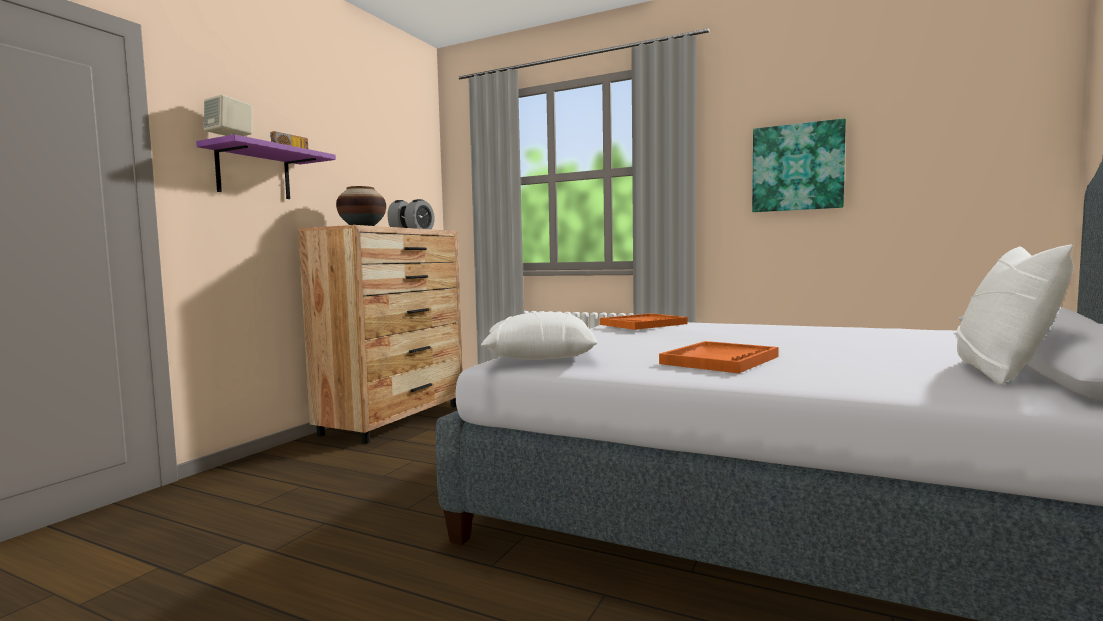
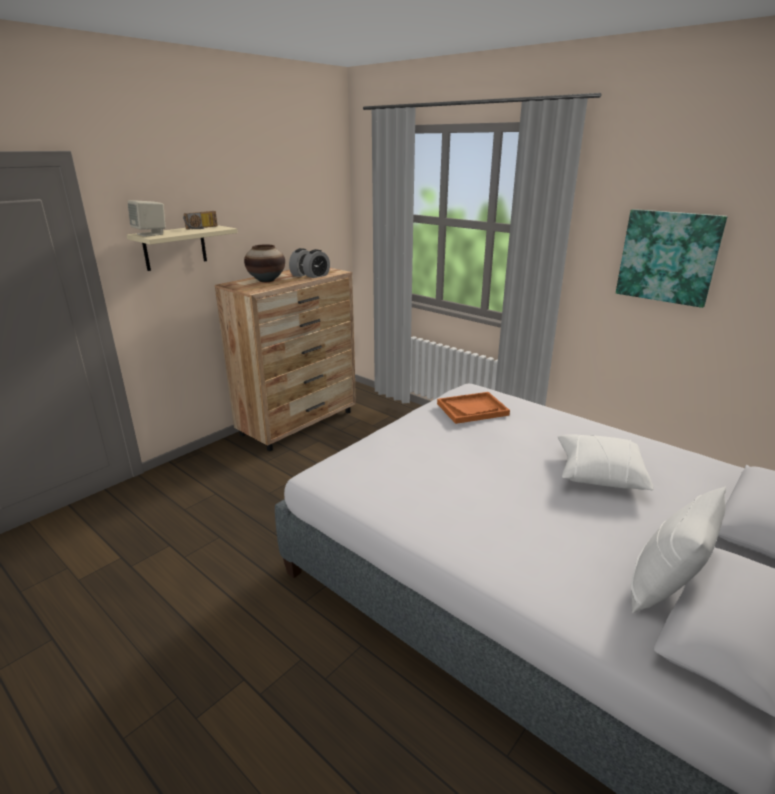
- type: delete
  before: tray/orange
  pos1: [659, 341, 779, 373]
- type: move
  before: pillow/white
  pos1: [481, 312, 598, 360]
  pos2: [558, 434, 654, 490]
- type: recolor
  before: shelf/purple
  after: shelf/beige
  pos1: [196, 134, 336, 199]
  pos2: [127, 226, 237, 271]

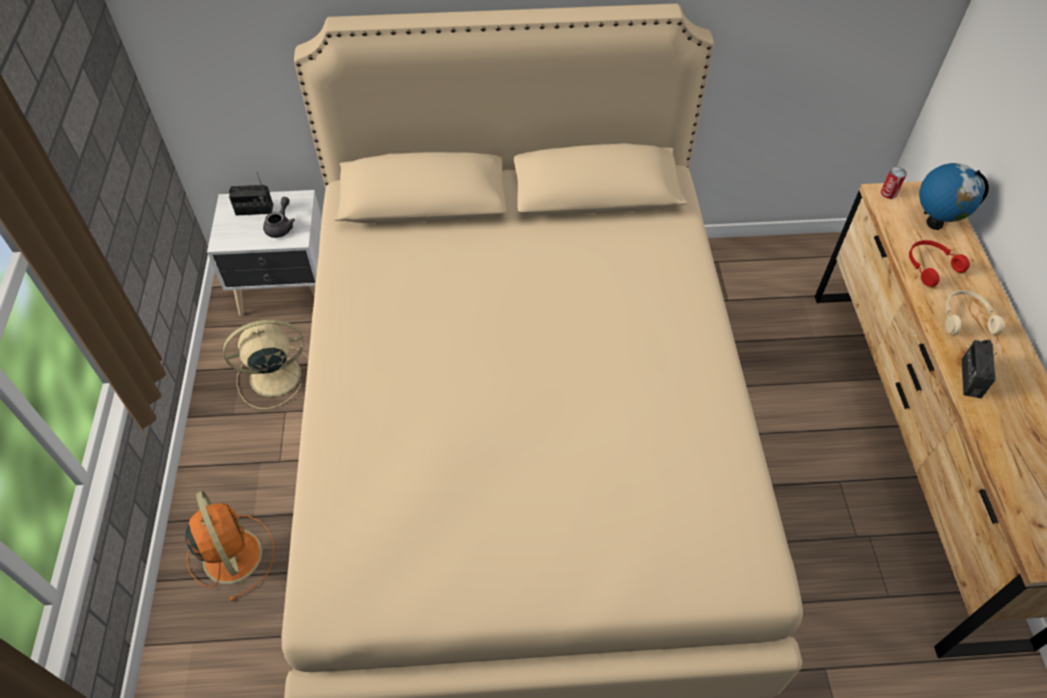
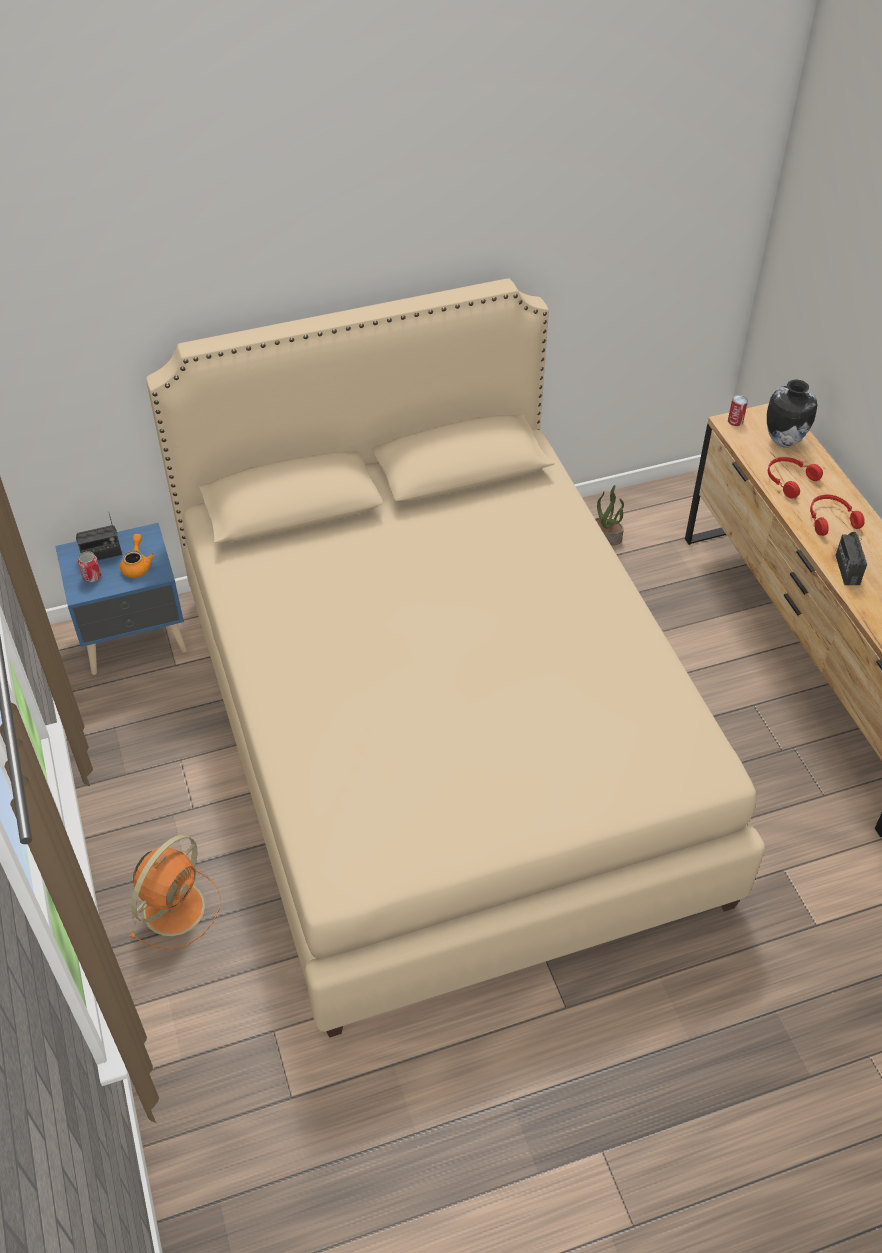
- type: delete
  before: fan/beige
  pos1: [223, 319, 309, 409]
- type: insert
  after: can
  pos2: [78, 551, 101, 582]
- type: insert
  after: potted plant
  pos2: [595, 485, 624, 546]
- type: replace
  before: globe
  after: vase
  pos1: [919, 163, 989, 230]
  pos2: [767, 380, 817, 447]
- type: recolor
  before: nightstand/white
  after: nightstand/blue
  pos1: [207, 190, 322, 316]
  pos2: [55, 523, 187, 675]
- type: recolor
  before: teapot/grey
  after: teapot/orange
  pos1: [263, 197, 295, 238]
  pos2: [120, 534, 155, 578]
- type: recolor
  before: headphones/beige
  after: headphones/red
  pos1: [945, 290, 1004, 335]
  pos2: [810, 495, 865, 536]
- type: rotate
  before: fan/orange
  pos1: [186, 490, 274, 602]
  pos2: [129, 835, 220, 949]
  turn: 75

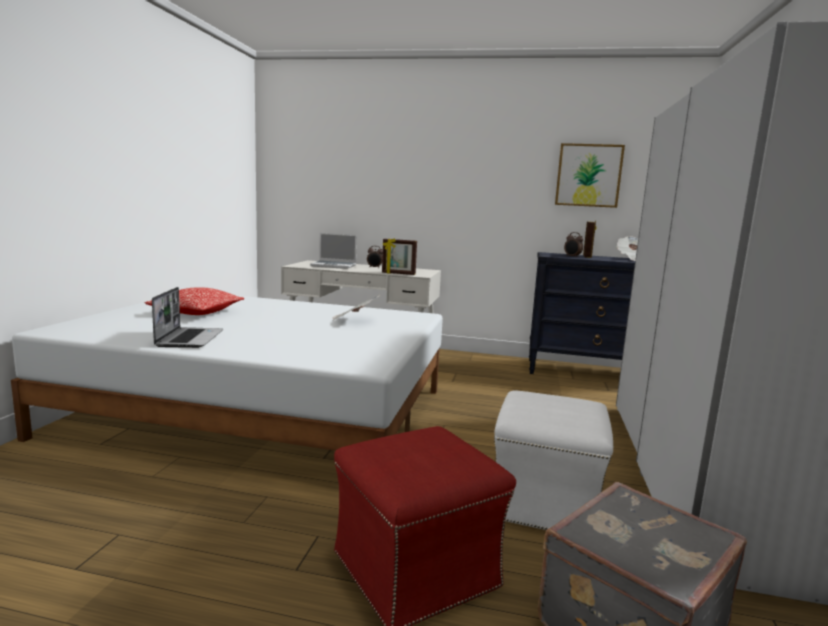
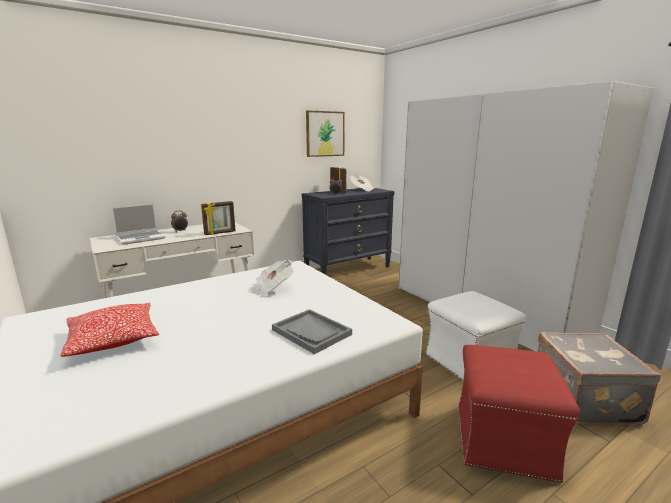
- type: delete
  before: laptop
  pos1: [152, 287, 223, 348]
- type: insert
  after: tray/grey
  pos2: [272, 309, 352, 354]

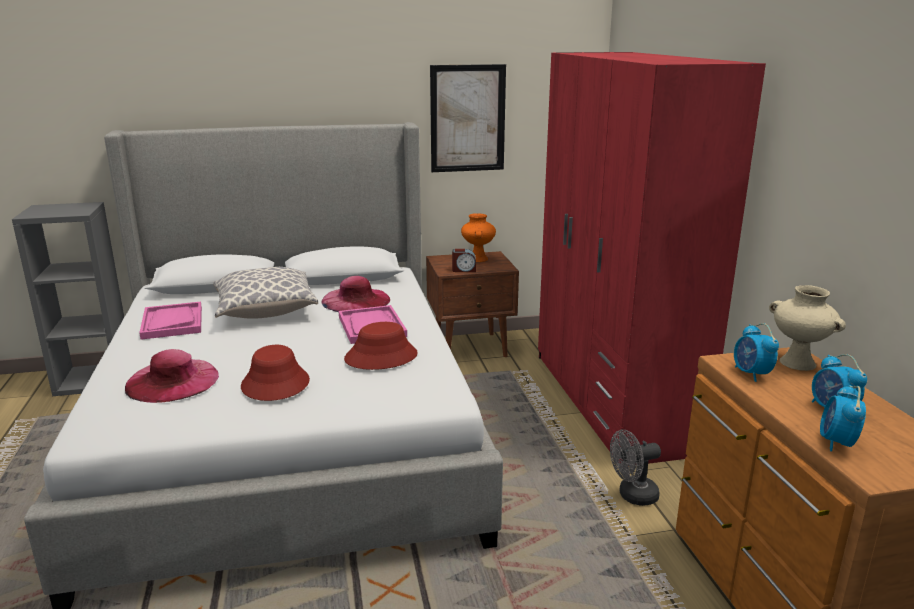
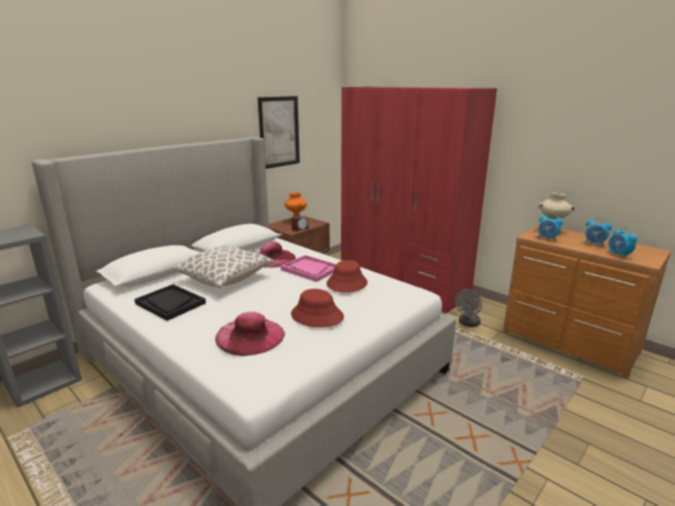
- type: recolor
  before: tray/pink
  after: tray/black
  pos1: [139, 302, 202, 340]
  pos2: [134, 284, 206, 321]

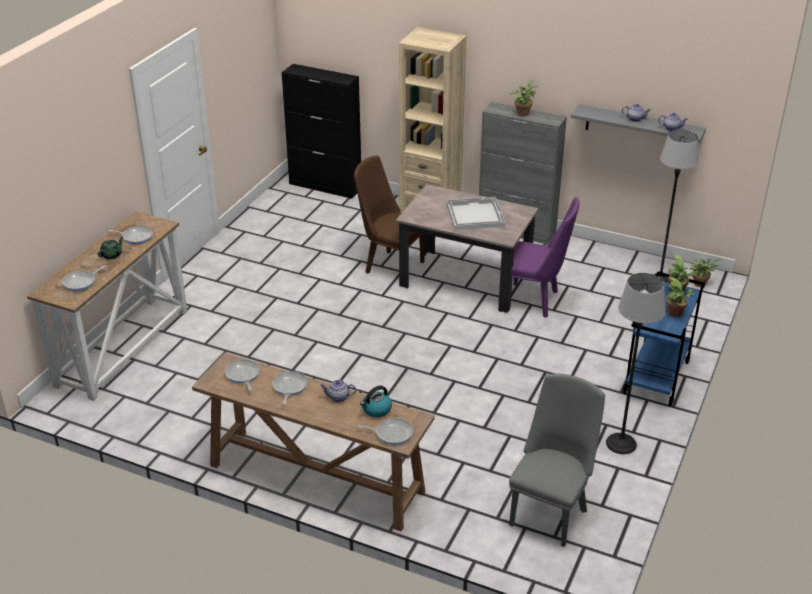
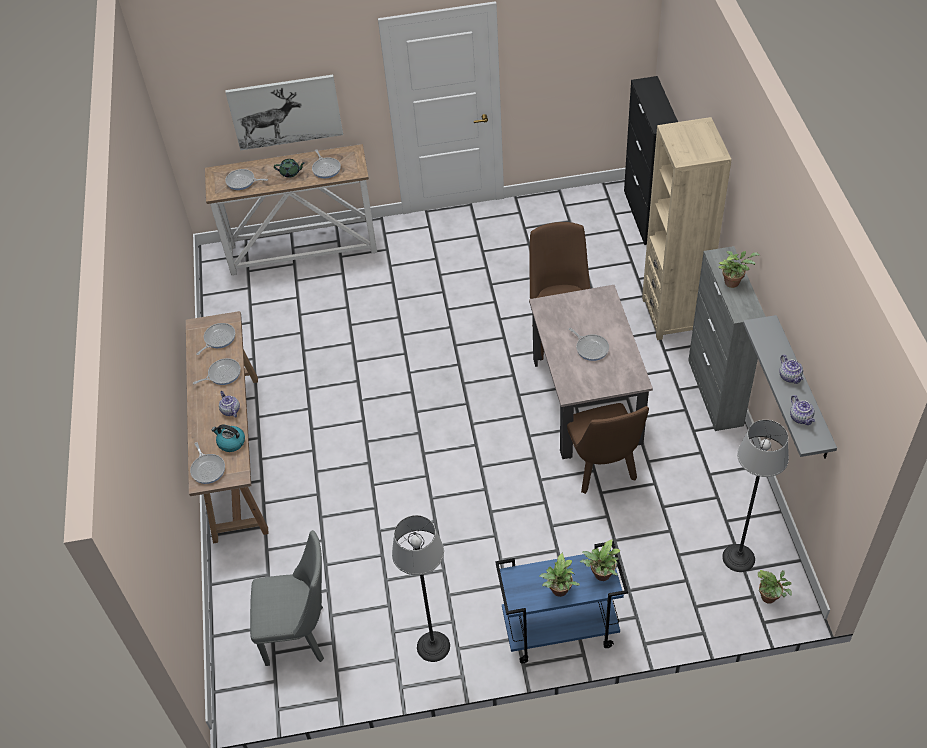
- type: insert
  after: picture
  pos2: [225, 75, 343, 150]
- type: replace
  before: tray/white
  after: frying pan
  pos1: [447, 197, 505, 230]
  pos2: [569, 328, 609, 361]
- type: recolor
  before: chair/purple
  after: chair/brown
  pos1: [511, 197, 580, 318]
  pos2: [567, 403, 649, 494]

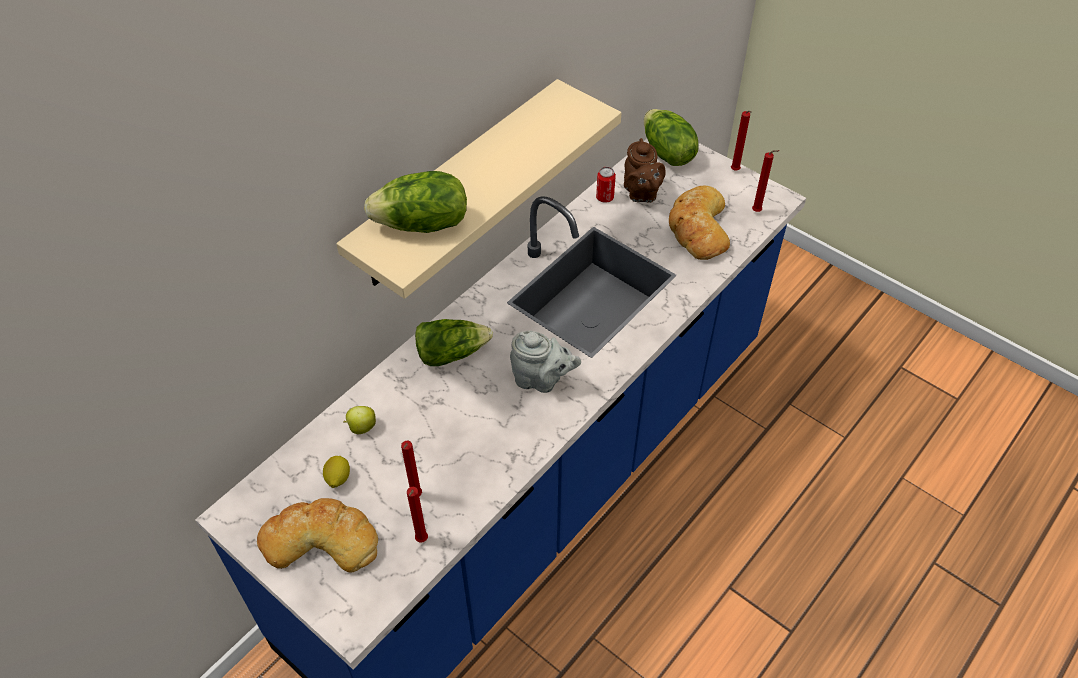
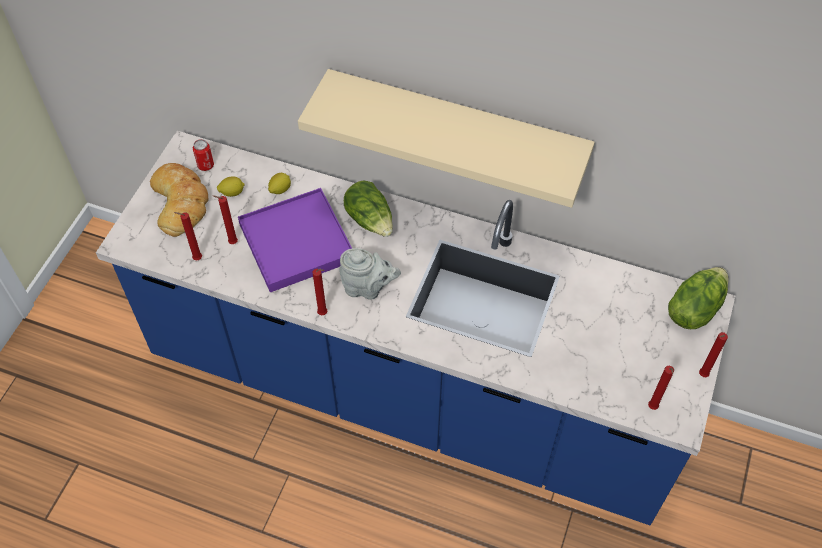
- type: delete
  before: lettuce
  pos1: [364, 171, 467, 233]
- type: delete
  before: teapot/brown
  pos1: [624, 138, 666, 202]
- type: delete
  before: bread
  pos1: [669, 186, 730, 260]
- type: insert
  after: tray/purple
  pos2: [238, 188, 352, 293]
- type: insert
  after: candle/red
  pos2: [312, 269, 327, 315]
- type: move
  before: can
  pos1: [596, 167, 616, 203]
  pos2: [193, 139, 214, 171]
- type: replace
  before: apple
  after: lemon
  pos1: [344, 406, 376, 434]
  pos2: [268, 173, 291, 194]
- type: rotate
  before: teapot/grey
  pos1: [510, 331, 581, 393]
  pos2: [339, 248, 401, 300]
  turn: -75

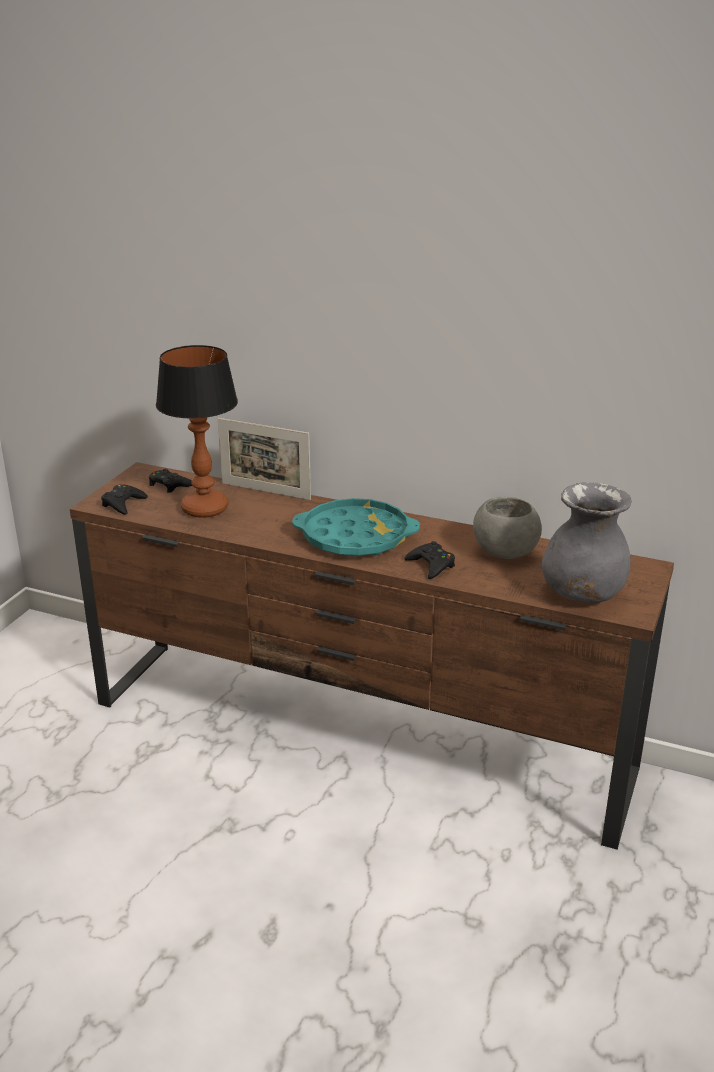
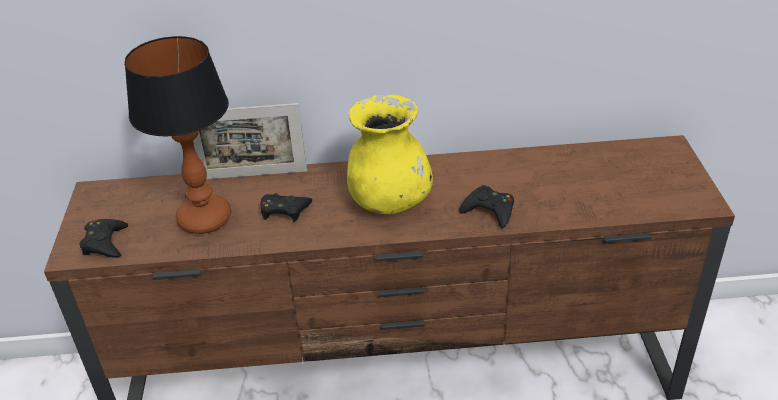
- type: delete
  before: bowl/grey
  pos1: [473, 497, 542, 559]
- type: delete
  before: vase/grey
  pos1: [542, 482, 632, 603]
- type: move
  before: game controller/black
  pos1: [149, 469, 192, 493]
  pos2: [261, 193, 312, 222]
- type: replace
  before: tray/turquoise
  after: vase/yellow
  pos1: [292, 498, 420, 557]
  pos2: [347, 95, 433, 214]

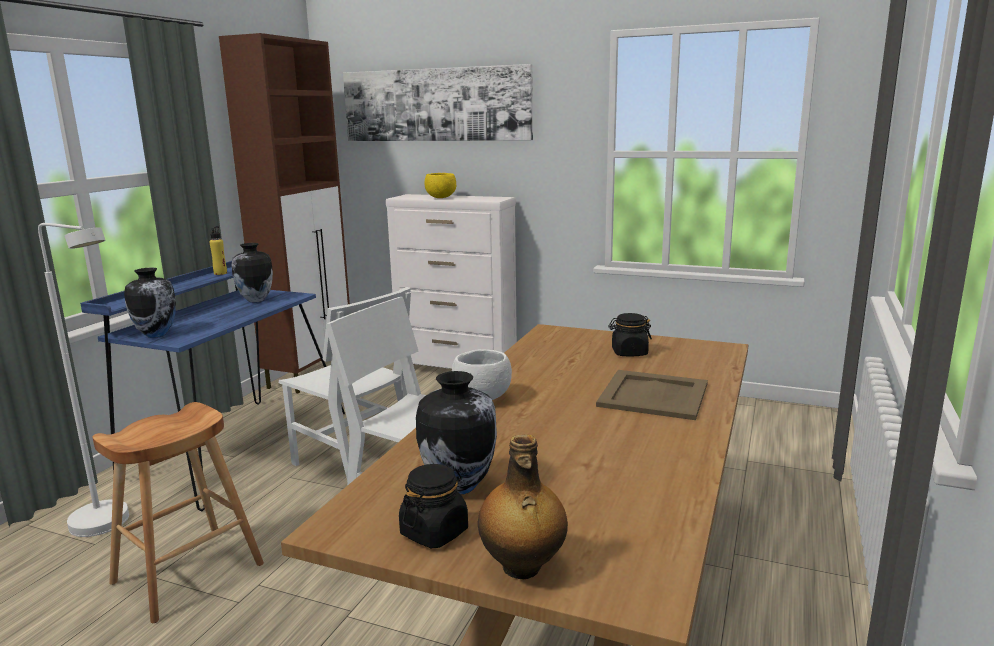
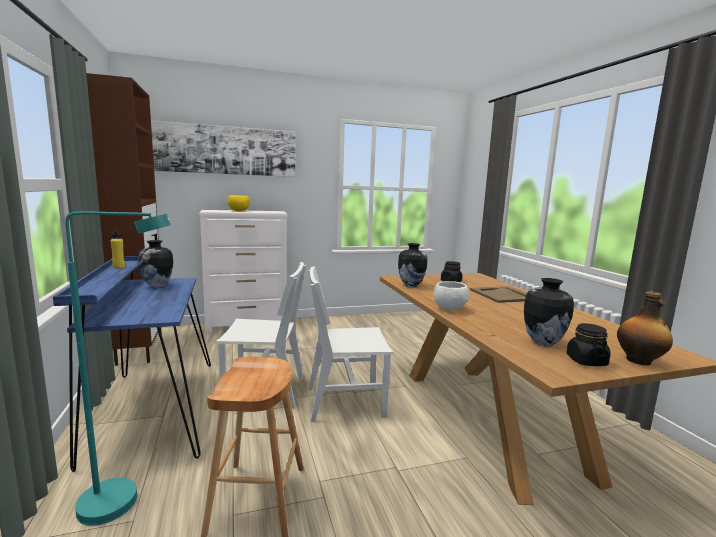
- type: move
  before: vase
  pos1: [124, 268, 176, 338]
  pos2: [398, 243, 428, 287]
- type: recolor
  before: floor lamp/white
  after: floor lamp/turquoise
  pos1: [38, 223, 129, 537]
  pos2: [65, 212, 171, 526]

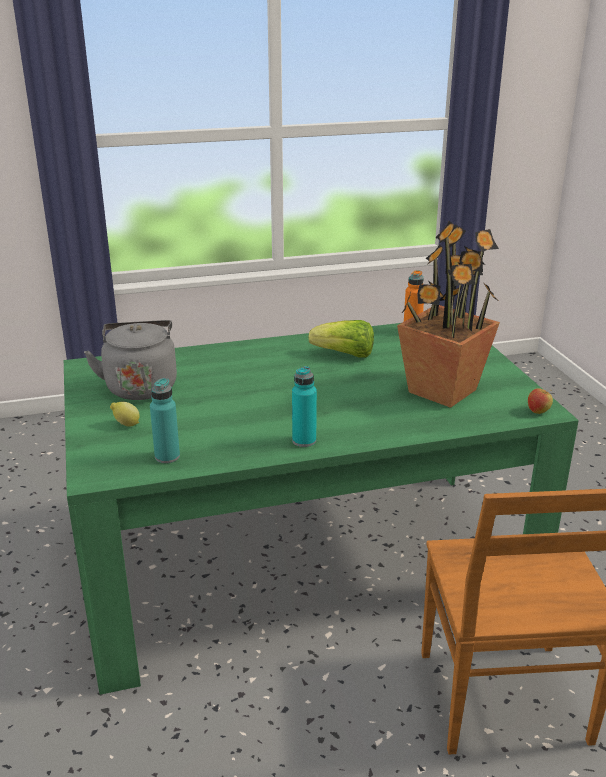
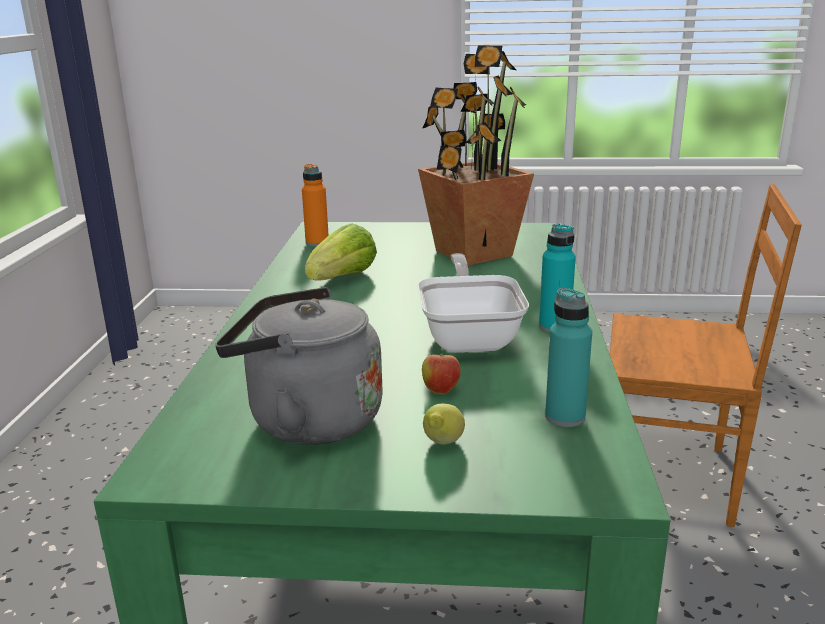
- type: insert
  after: frying pan
  pos2: [417, 253, 529, 353]
- type: move
  before: apple
  pos1: [528, 388, 553, 414]
  pos2: [422, 349, 461, 394]

